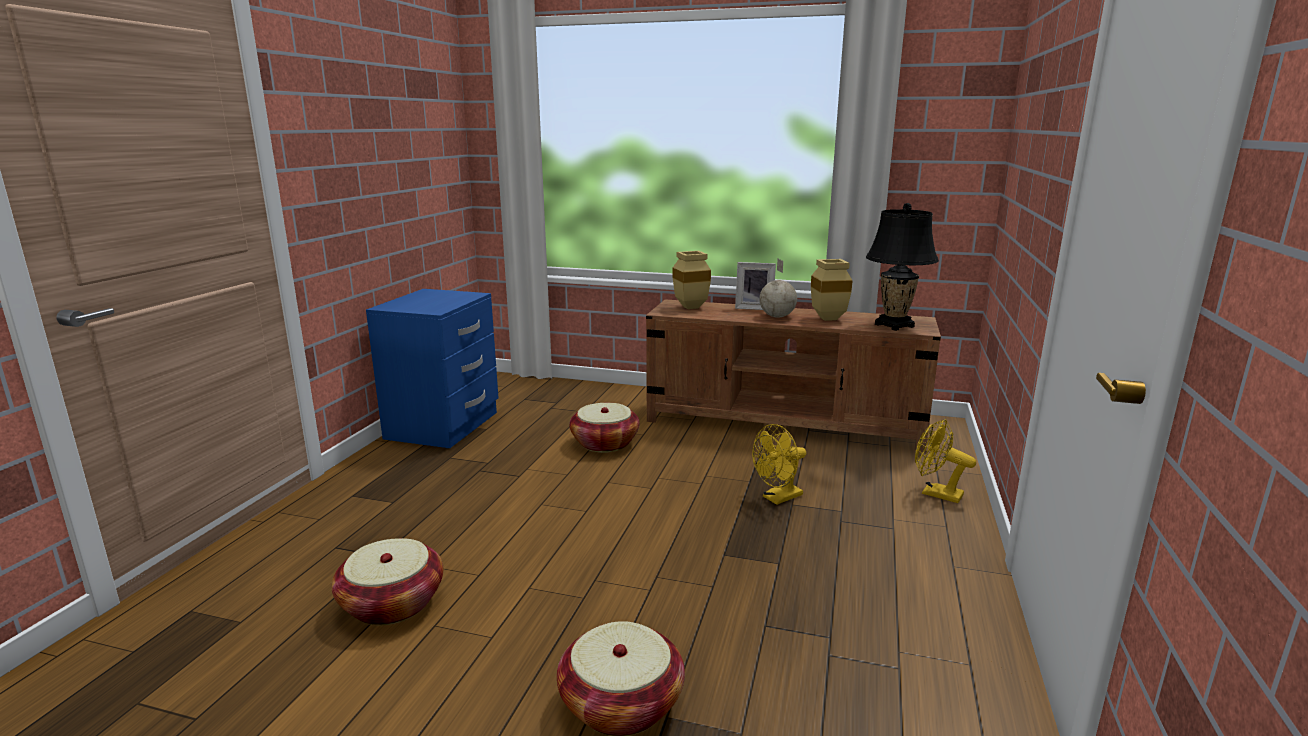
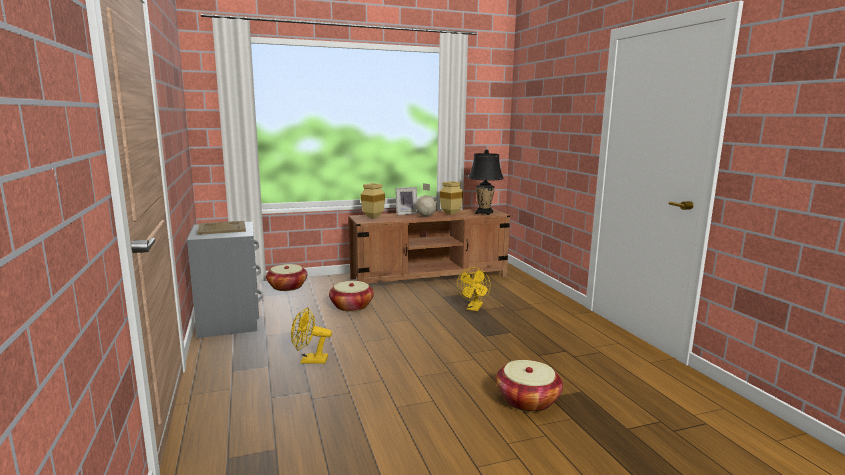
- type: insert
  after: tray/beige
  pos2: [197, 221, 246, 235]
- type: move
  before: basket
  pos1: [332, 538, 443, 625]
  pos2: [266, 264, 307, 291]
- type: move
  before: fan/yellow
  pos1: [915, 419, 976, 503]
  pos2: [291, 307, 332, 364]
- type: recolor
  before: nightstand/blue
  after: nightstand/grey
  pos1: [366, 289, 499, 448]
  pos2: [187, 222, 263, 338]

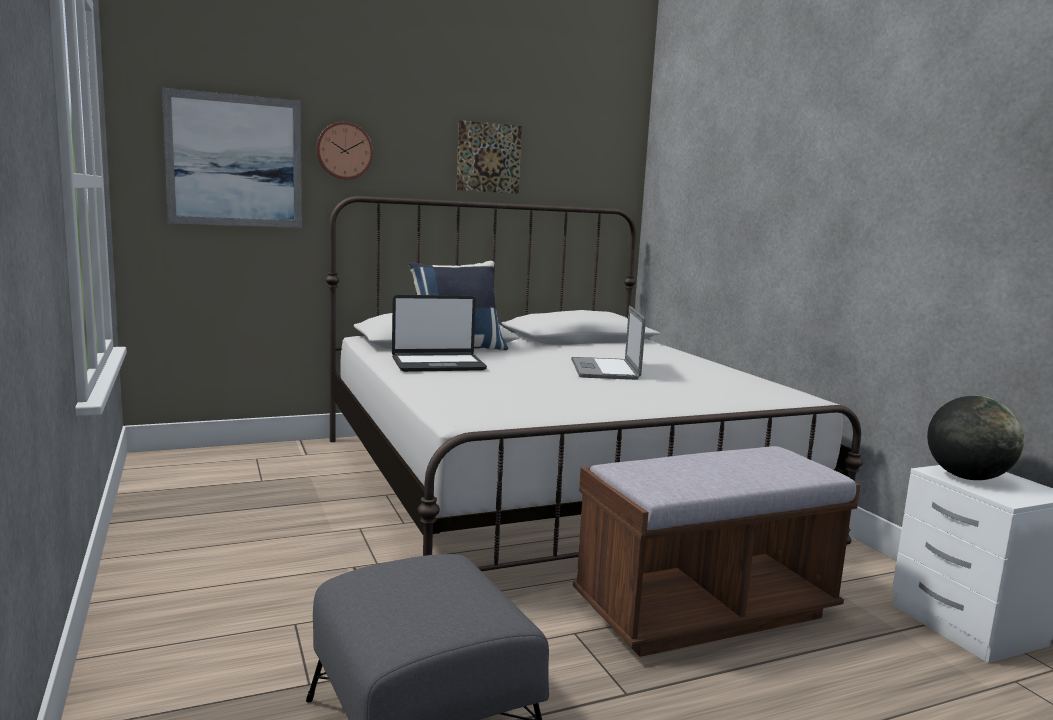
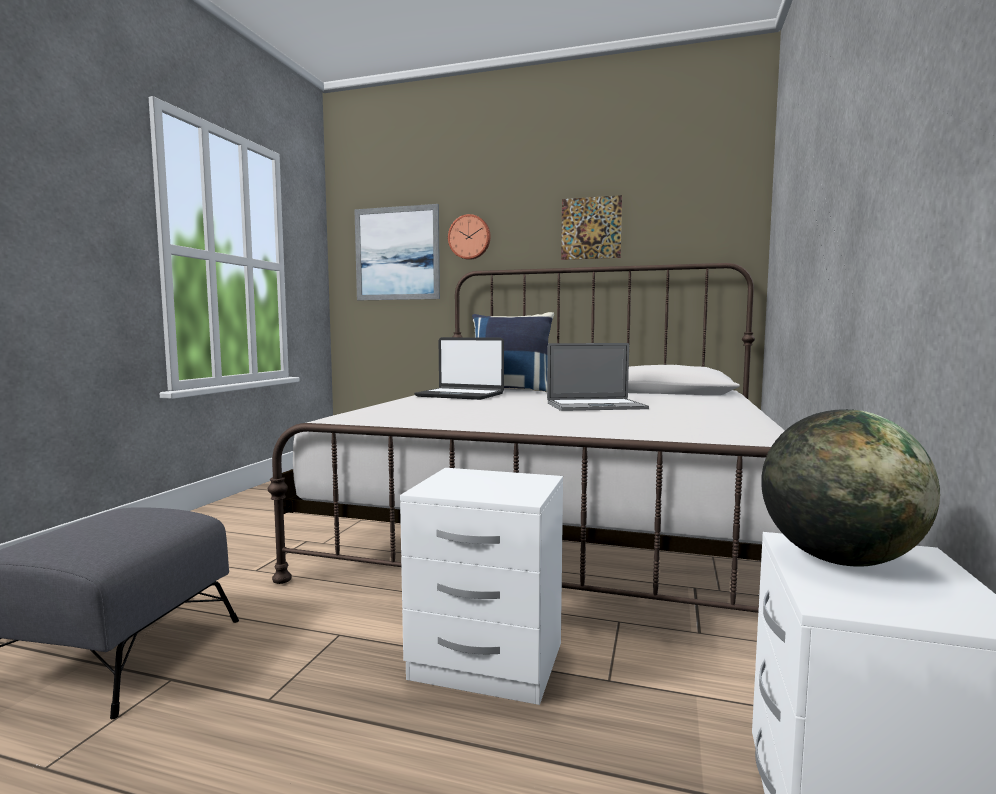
- type: replace
  before: bench/brown
  after: nightstand/white
  pos1: [573, 446, 860, 657]
  pos2: [400, 468, 563, 705]
- type: rotate
  before: laptop
  pos1: [571, 306, 646, 380]
  pos2: [547, 343, 649, 411]
  turn: -135

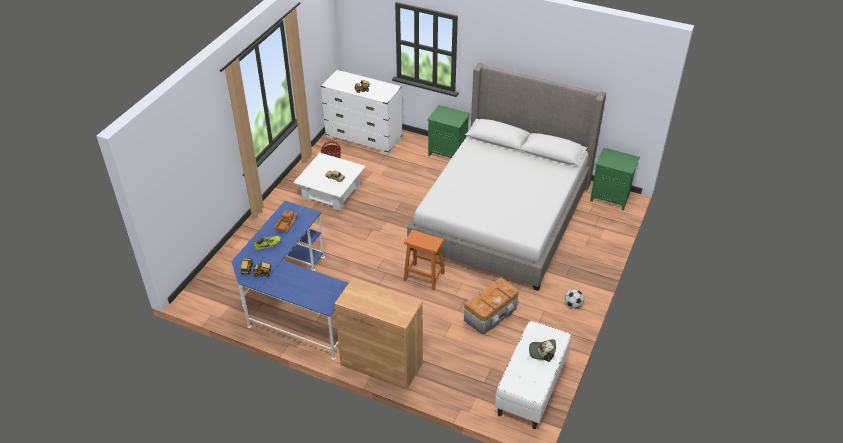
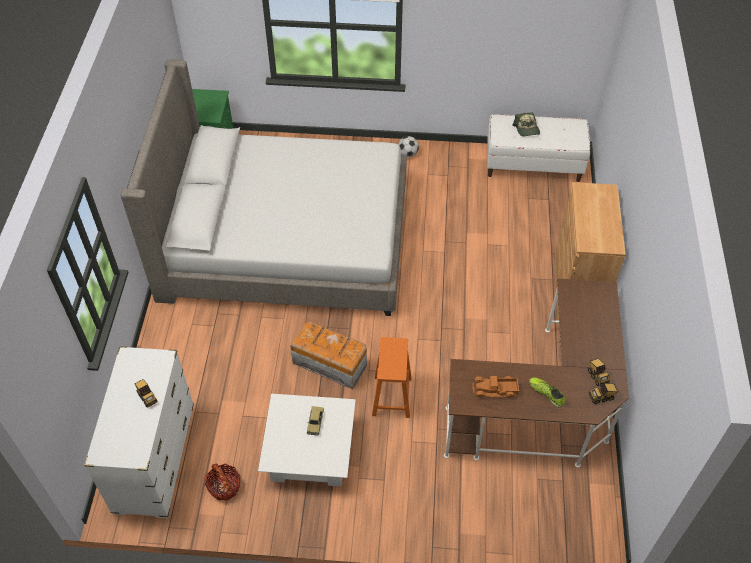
- type: delete
  before: nightstand/green
  pos1: [427, 105, 470, 158]
- type: move
  before: stool/orange
  pos1: [403, 230, 445, 290]
  pos2: [372, 337, 412, 418]
- type: move
  before: storage box
  pos1: [464, 277, 519, 334]
  pos2: [291, 321, 367, 389]
- type: recolor
  before: desk/blue
  after: desk/brown
  pos1: [232, 201, 349, 360]
  pos2: [444, 278, 629, 468]

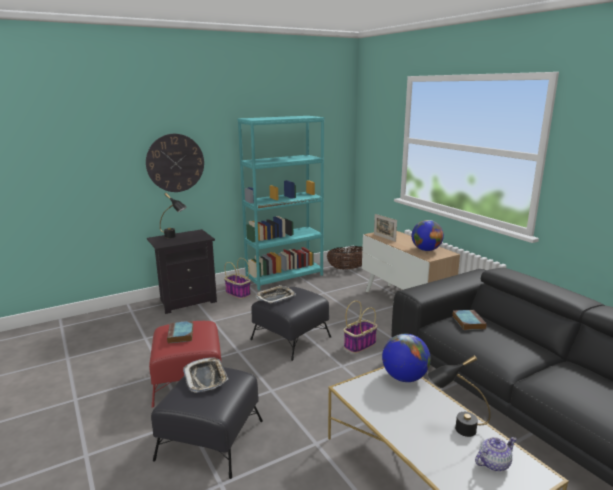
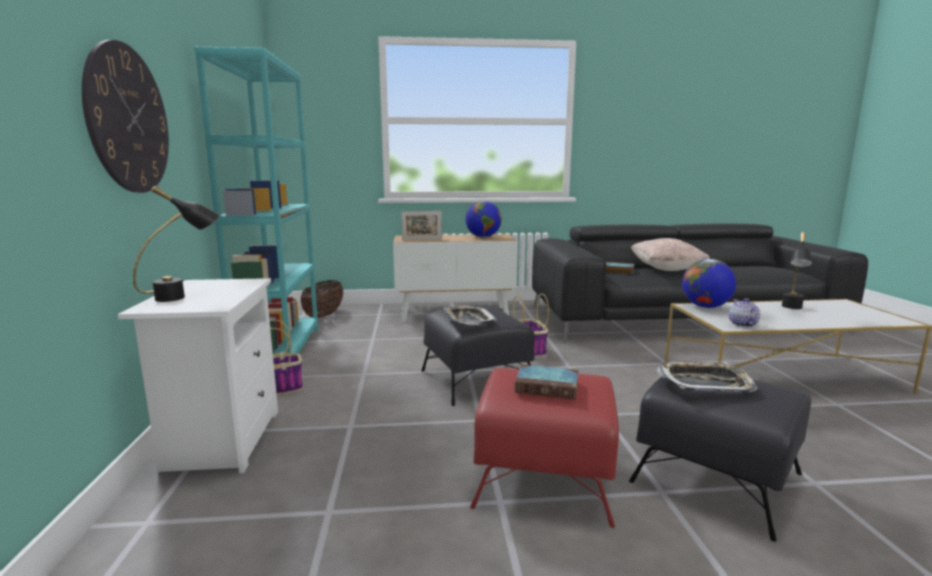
- type: insert
  after: pillow/beige
  pos2: [631, 238, 710, 271]
- type: move
  before: teapot
  pos1: [475, 437, 517, 472]
  pos2: [729, 298, 761, 327]
- type: recolor
  before: nightstand/black
  after: nightstand/white
  pos1: [147, 229, 217, 314]
  pos2: [118, 278, 278, 473]

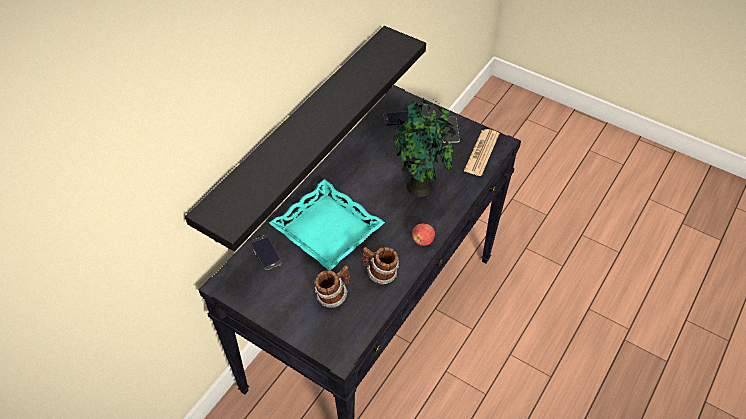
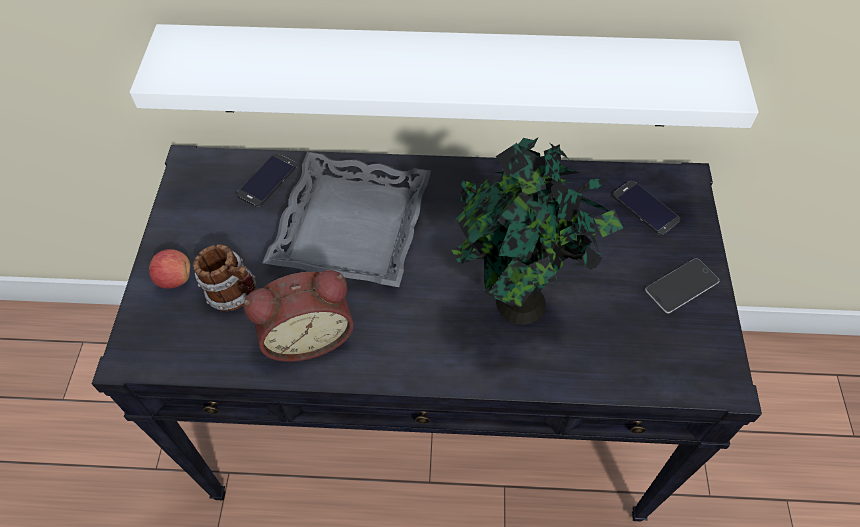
- type: delete
  before: newspaper
  pos1: [464, 129, 499, 176]
- type: move
  before: apple
  pos1: [412, 224, 435, 246]
  pos2: [149, 249, 190, 289]
- type: replace
  before: mug
  after: alarm clock
  pos1: [362, 247, 399, 285]
  pos2: [243, 270, 354, 362]
- type: recolor
  before: shelf/black
  after: shelf/white
  pos1: [185, 26, 426, 252]
  pos2: [130, 24, 759, 128]
- type: recolor
  before: tray/turquoise
  after: tray/grey
  pos1: [269, 179, 385, 270]
  pos2: [262, 151, 431, 287]

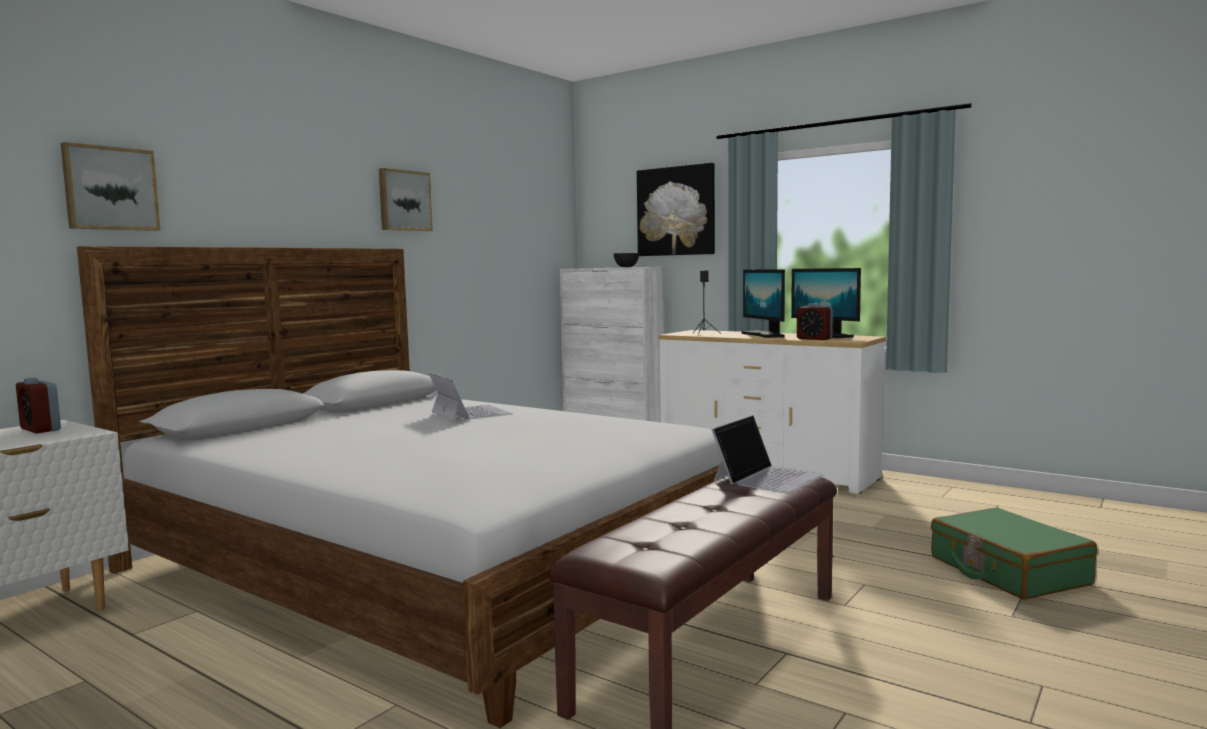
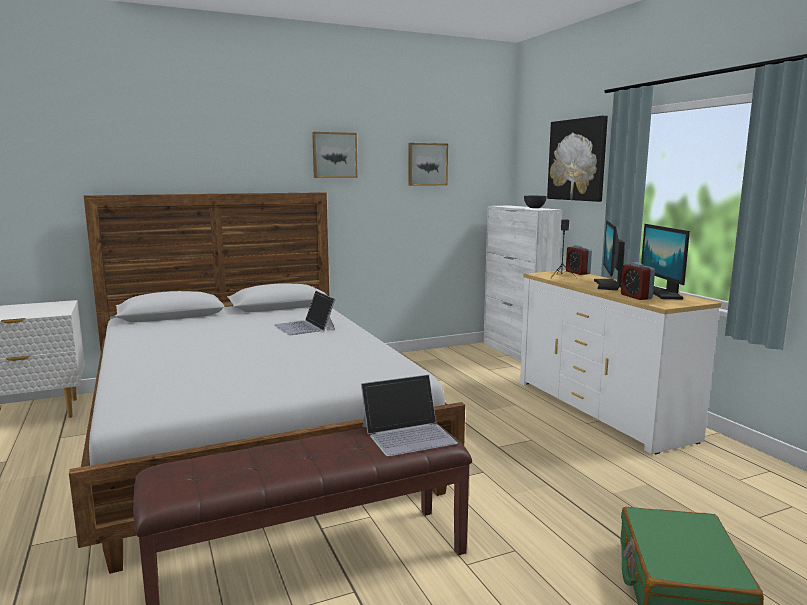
- type: move
  before: alarm clock
  pos1: [16, 377, 61, 433]
  pos2: [566, 245, 592, 275]
- type: move
  before: picture
  pos1: [61, 142, 160, 231]
  pos2: [409, 143, 448, 186]
- type: rotate
  before: laptop
  pos1: [428, 372, 513, 421]
  pos2: [274, 291, 336, 335]
  turn: 150

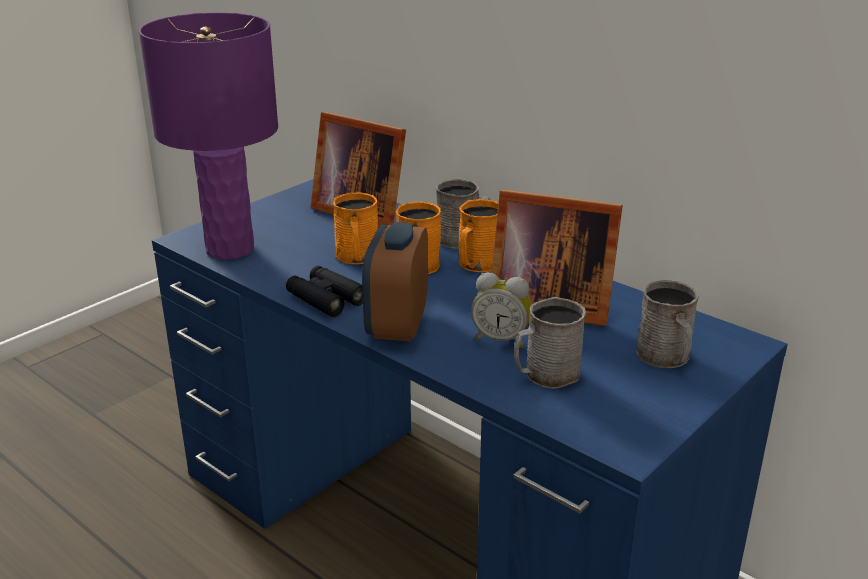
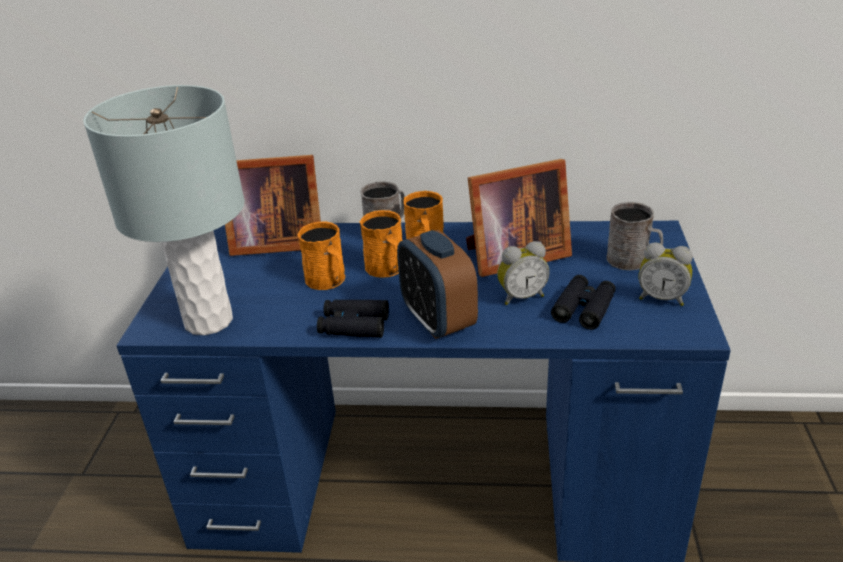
- type: insert
  after: alarm clock
  pos2: [639, 242, 693, 306]
- type: replace
  before: mug/grey
  after: binoculars/black
  pos1: [514, 297, 586, 389]
  pos2: [551, 275, 616, 330]
- type: recolor
  before: table lamp/purple
  after: table lamp/grey
  pos1: [139, 12, 278, 260]
  pos2: [83, 85, 245, 335]

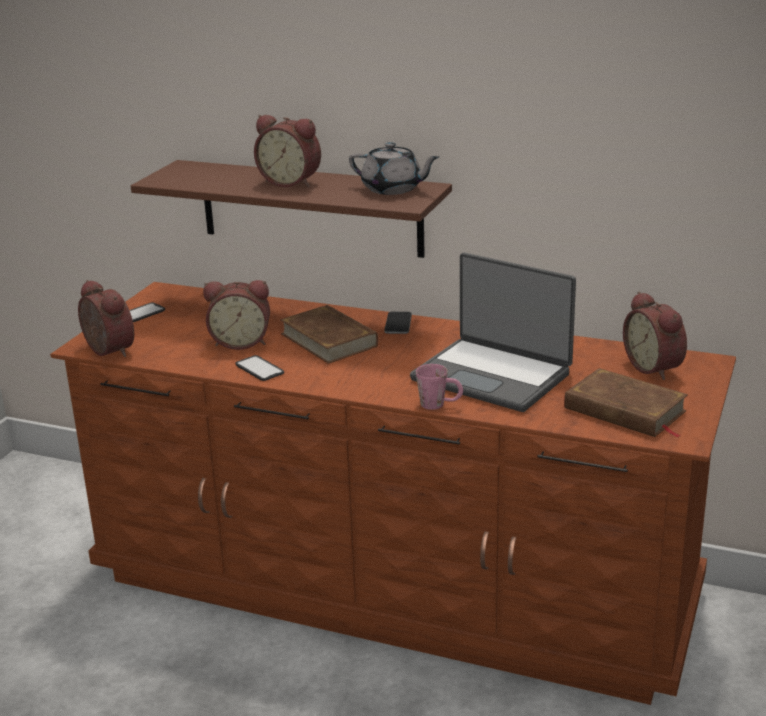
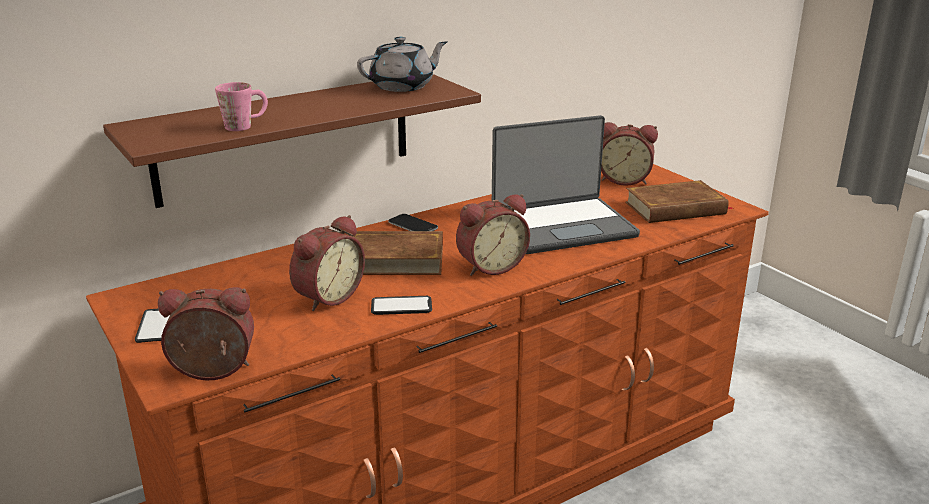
- type: move
  before: alarm clock
  pos1: [254, 115, 321, 187]
  pos2: [456, 194, 530, 276]
- type: move
  before: mug/pink
  pos1: [416, 364, 463, 410]
  pos2: [215, 82, 268, 131]

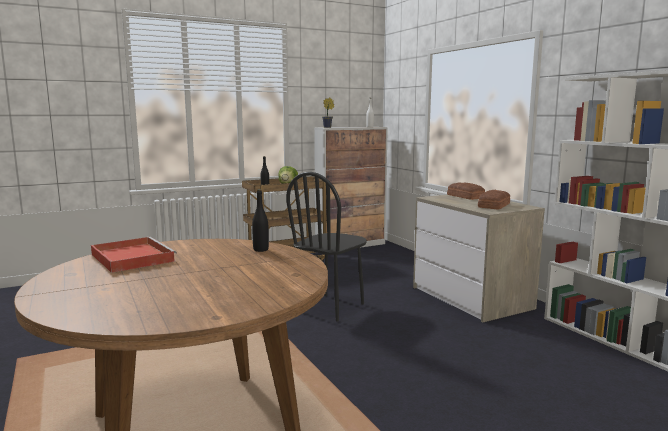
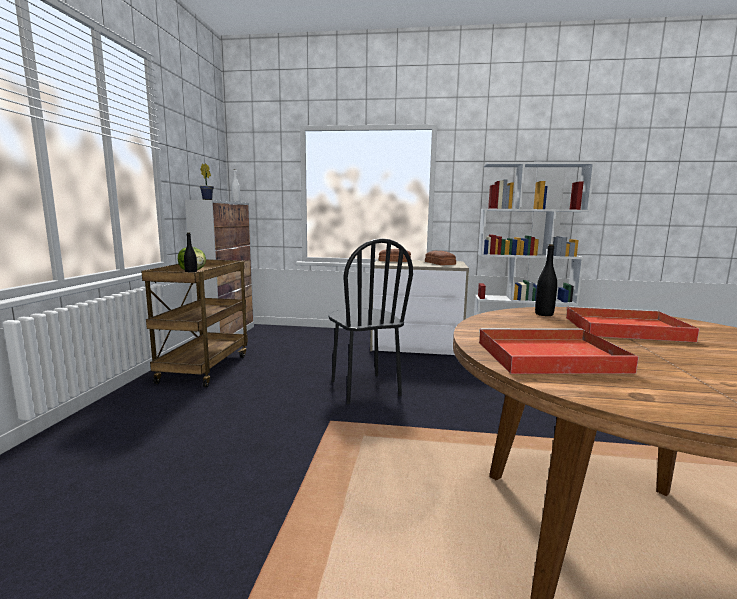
- type: insert
  after: tray/red
  pos2: [566, 306, 700, 342]

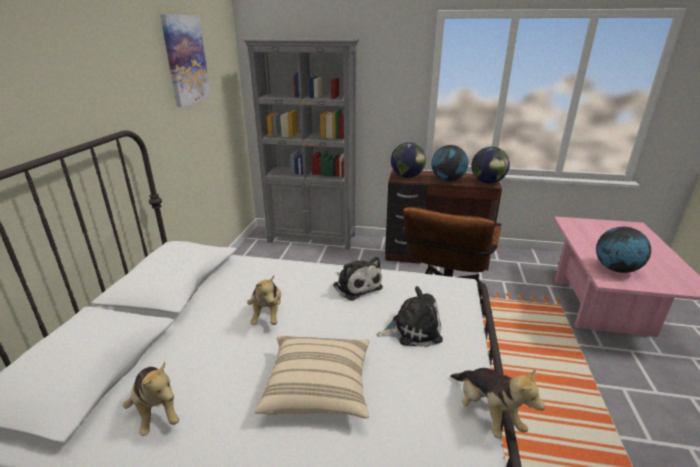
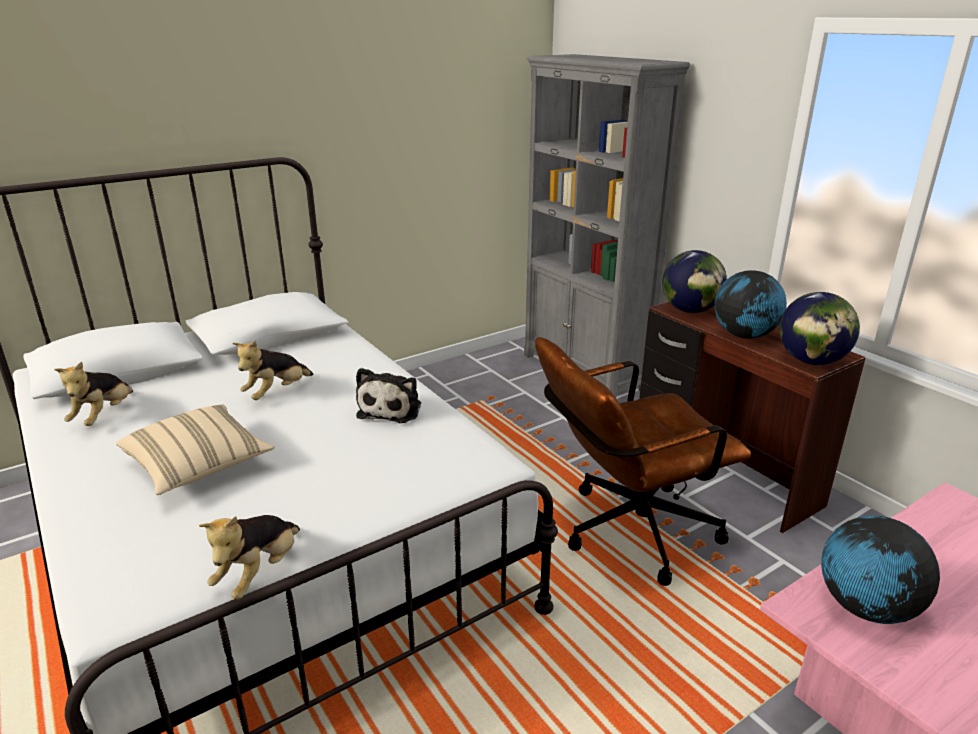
- type: delete
  before: picture
  pos1: [160, 14, 211, 107]
- type: delete
  before: plush toy
  pos1: [376, 286, 443, 347]

